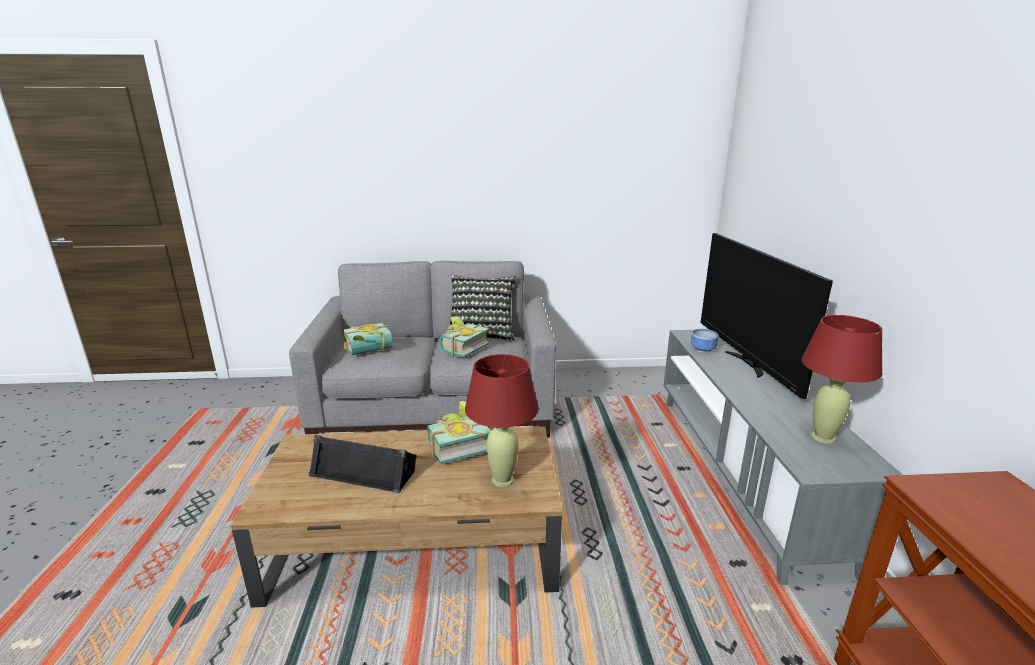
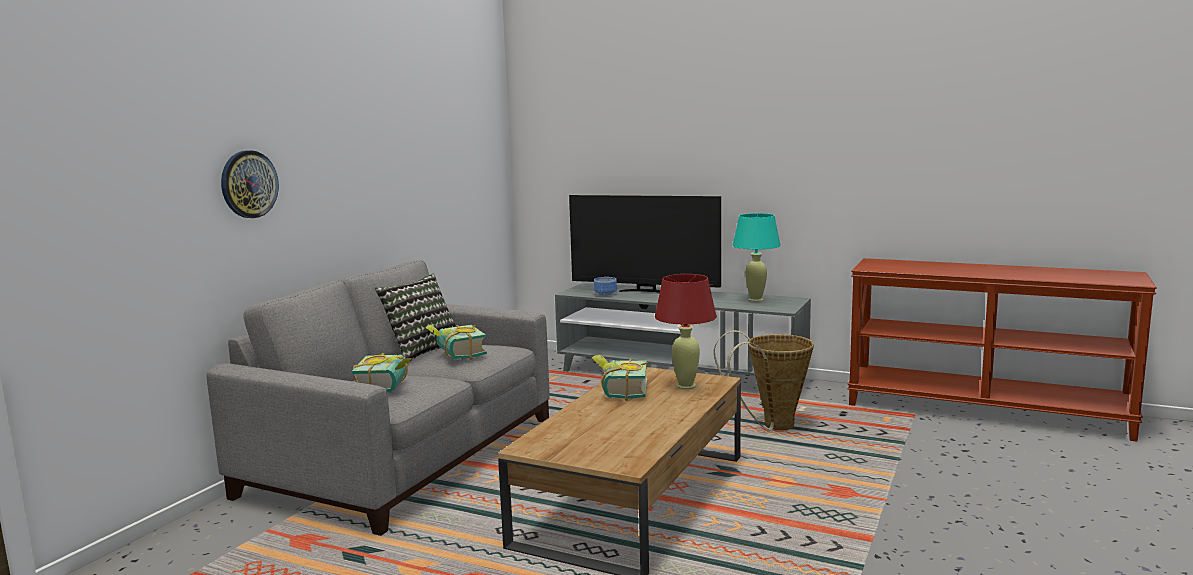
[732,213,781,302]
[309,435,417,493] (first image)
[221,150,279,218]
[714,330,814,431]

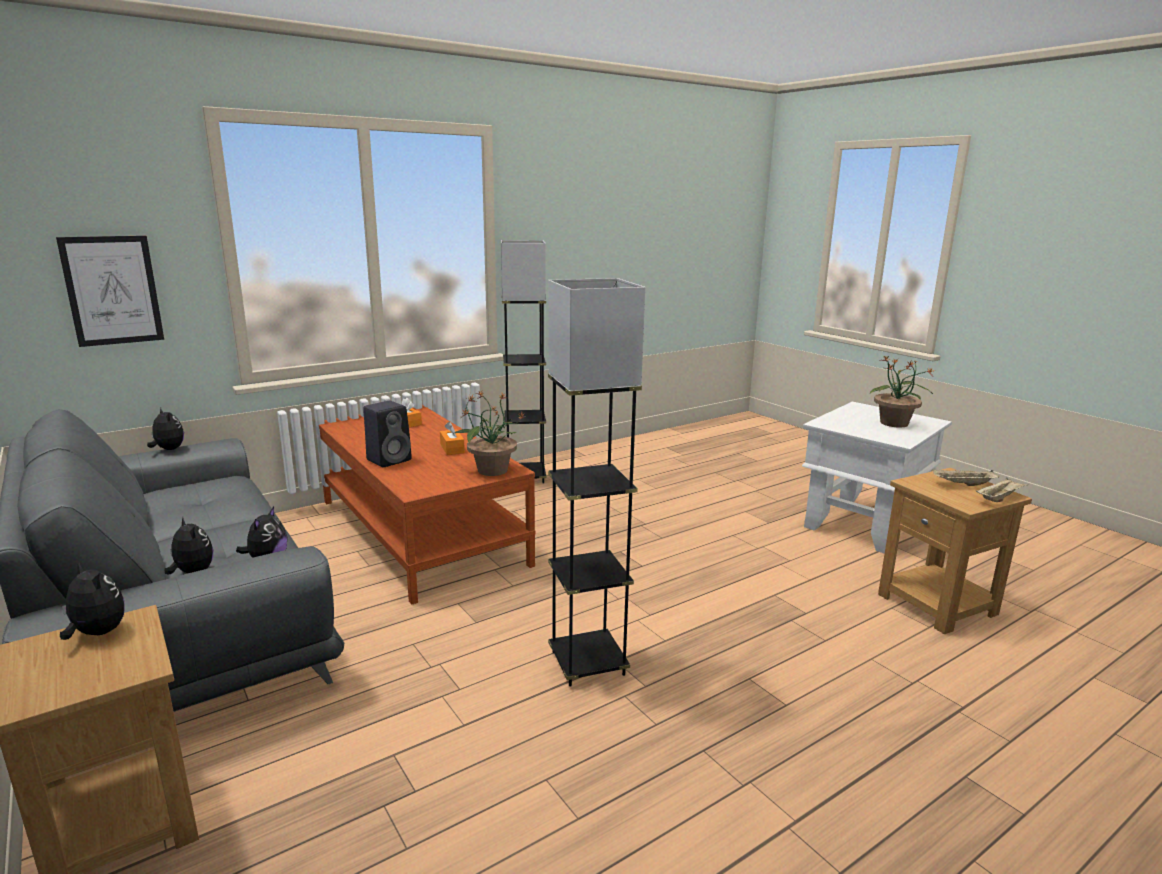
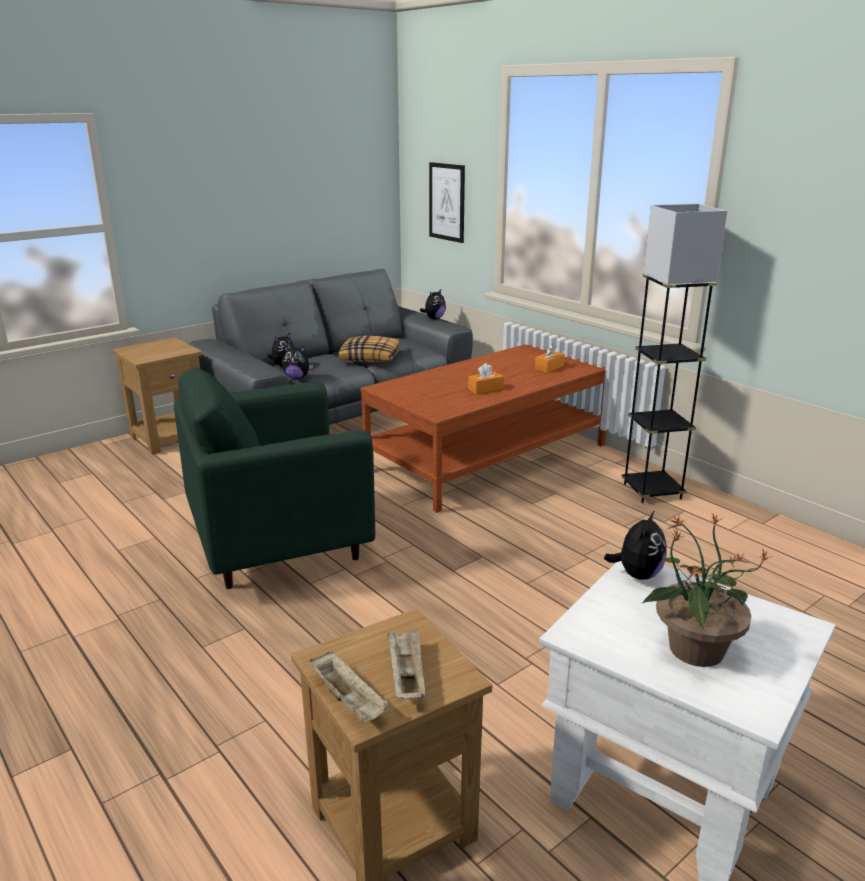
[174,367,375,589]
[453,392,526,476] (first image)
[363,401,412,467] (first image)
[604,510,666,580]
[339,336,400,362]

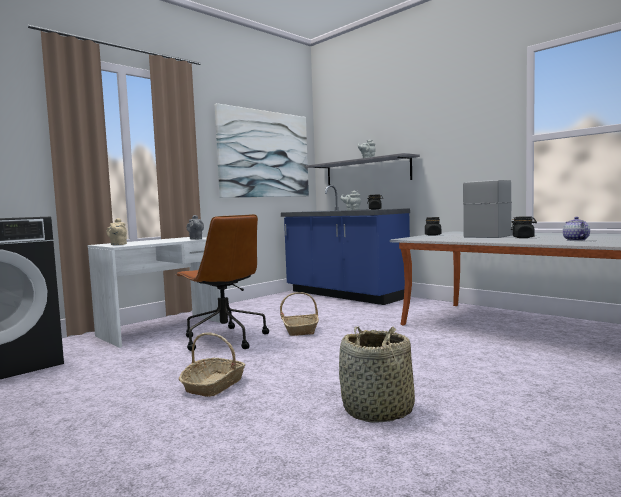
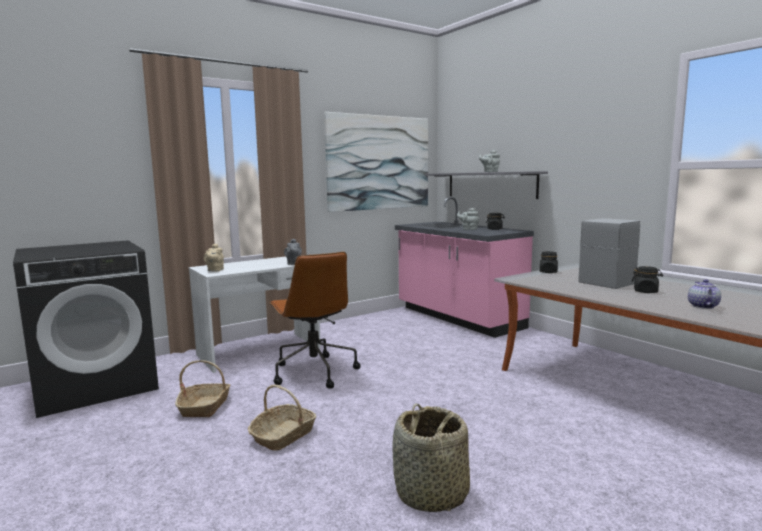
[395,197,534,338]
[175,360,230,417]

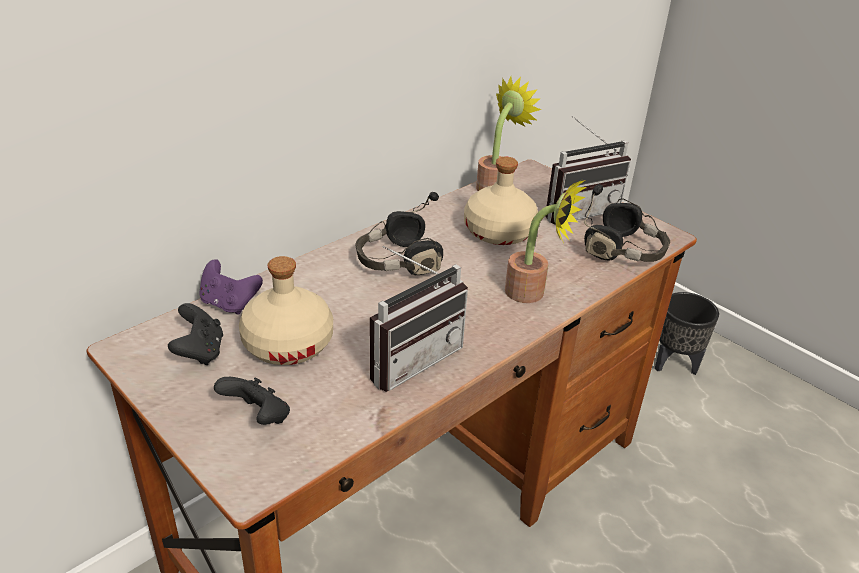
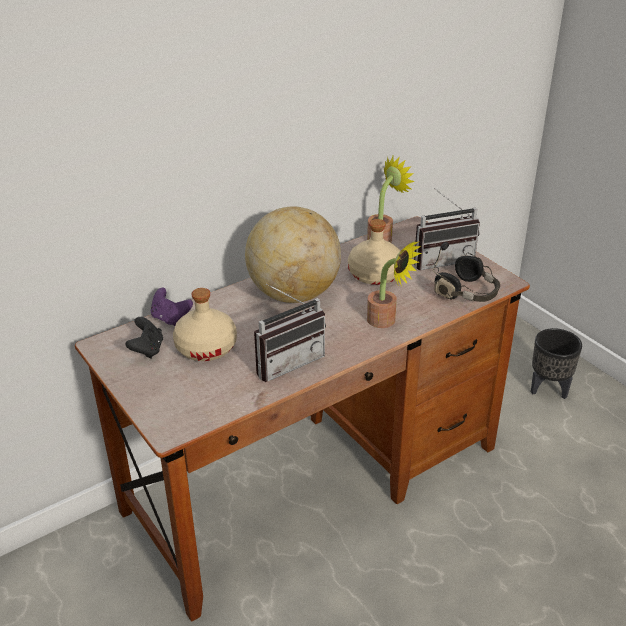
[245,206,341,303]
[214,377,290,425] (first image)

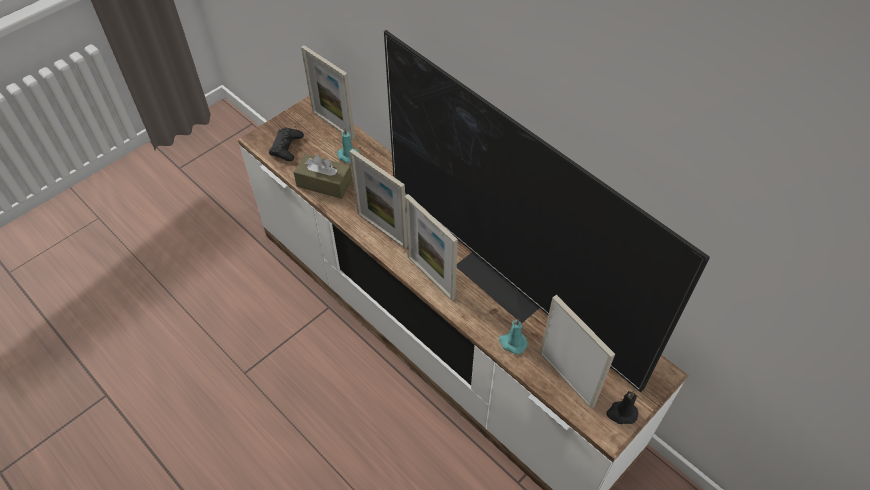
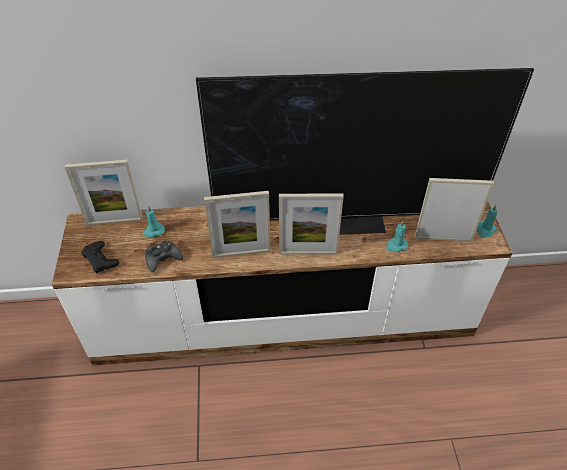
[145,241,183,272]
[477,205,497,238]

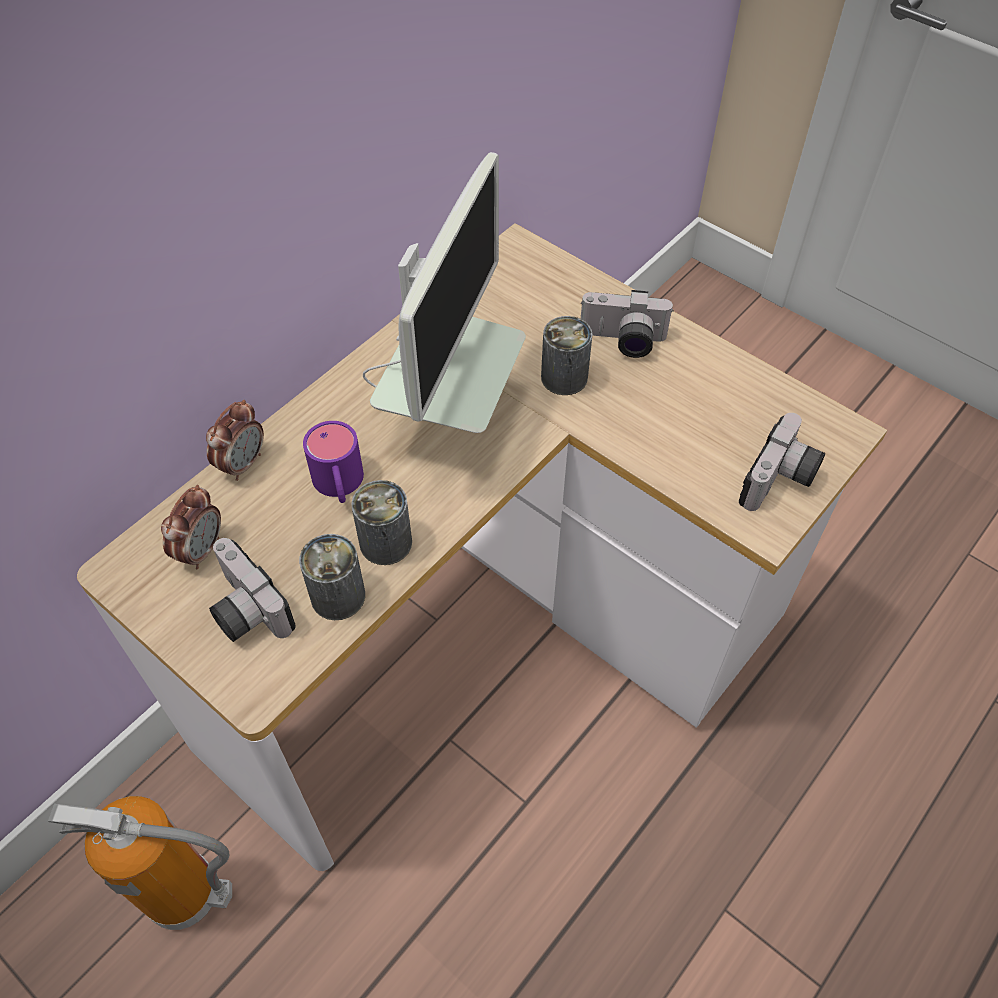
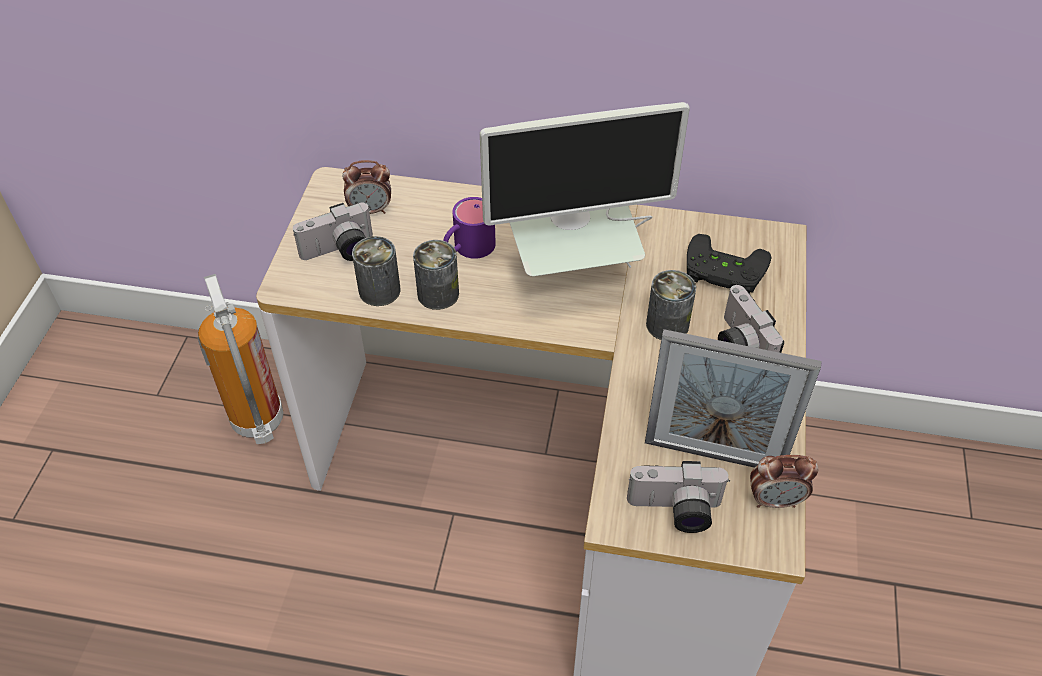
[750,455,818,508]
[293,203,373,261]
[687,234,772,294]
[645,329,822,468]

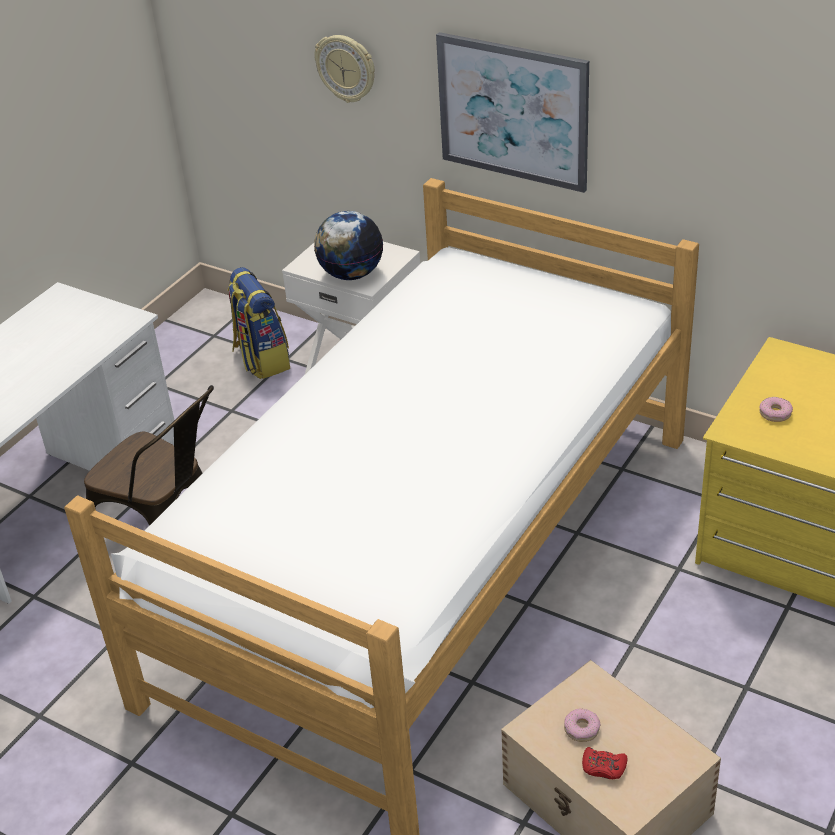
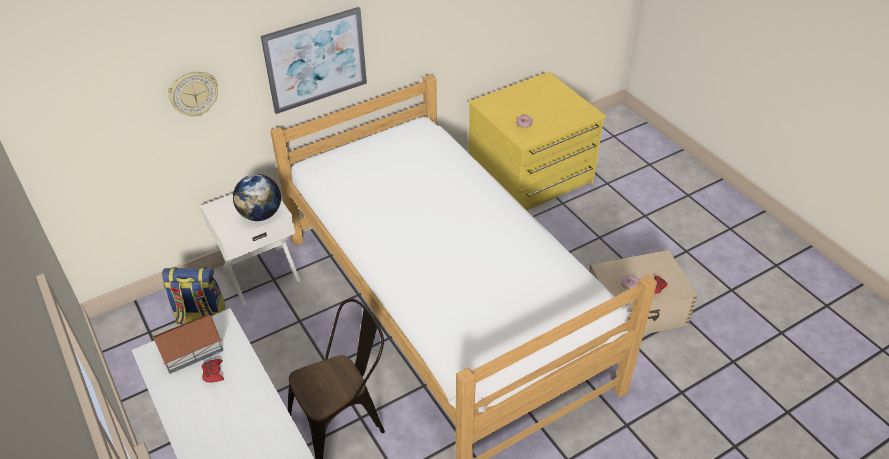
[153,314,223,374]
[202,359,224,382]

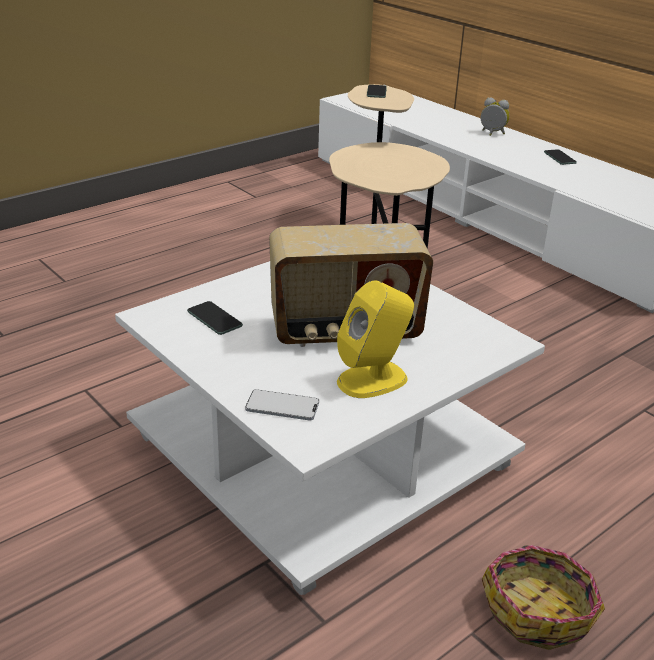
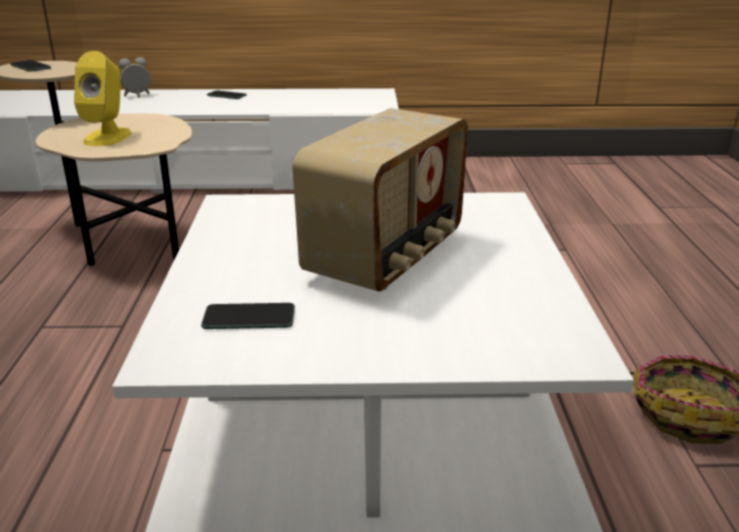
[74,51,131,146]
[245,389,319,421] (first image)

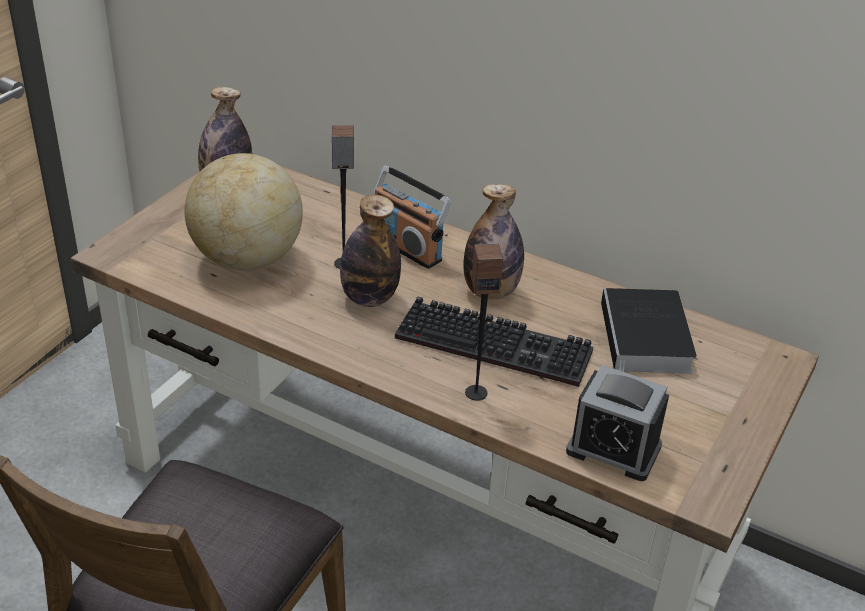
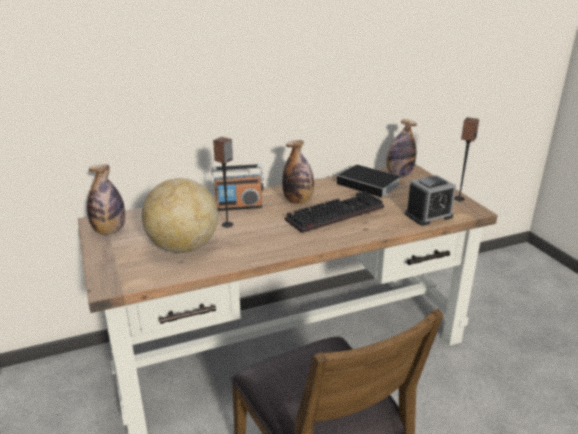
[386,120,417,177]
[454,117,479,201]

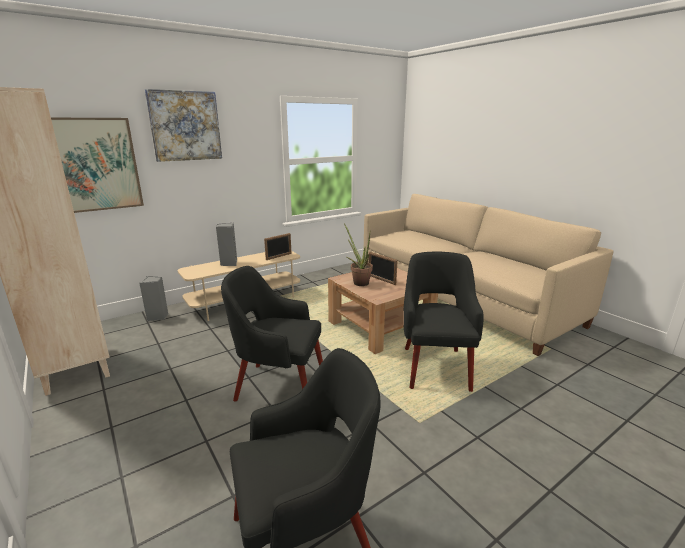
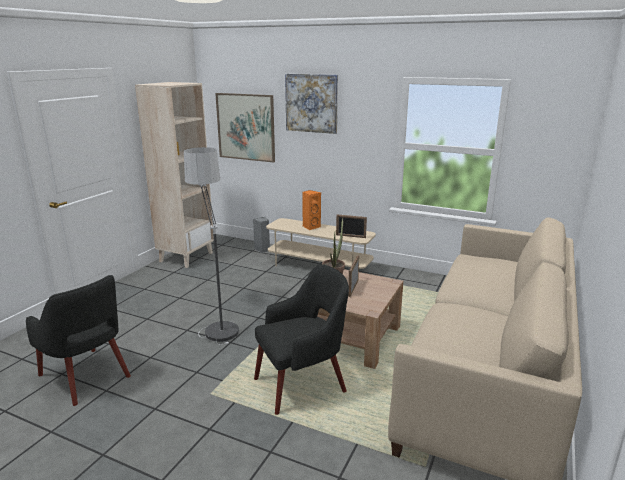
[302,190,321,230]
[184,147,239,345]

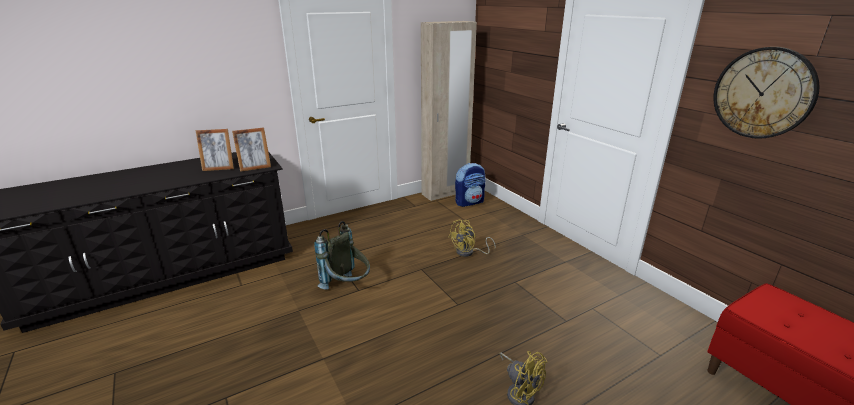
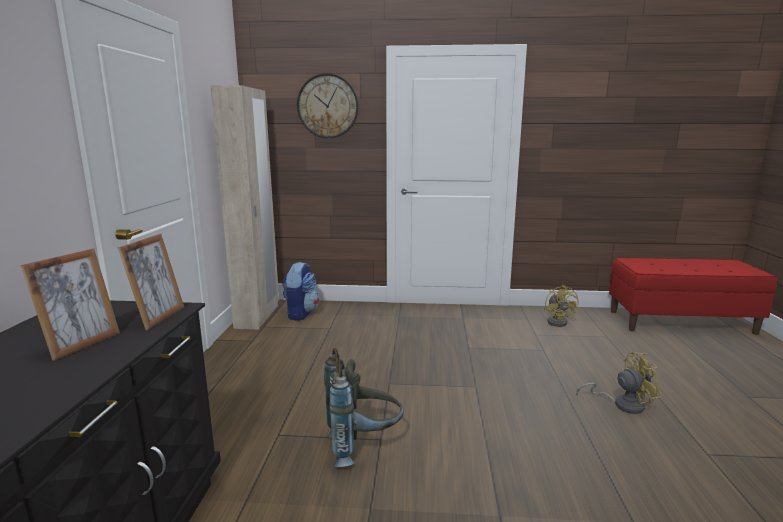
[297,73,359,138]
[544,285,579,327]

